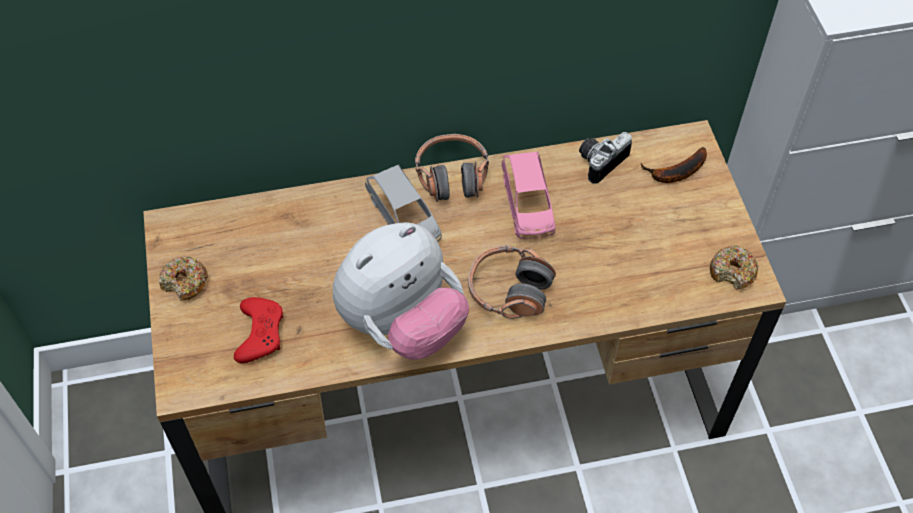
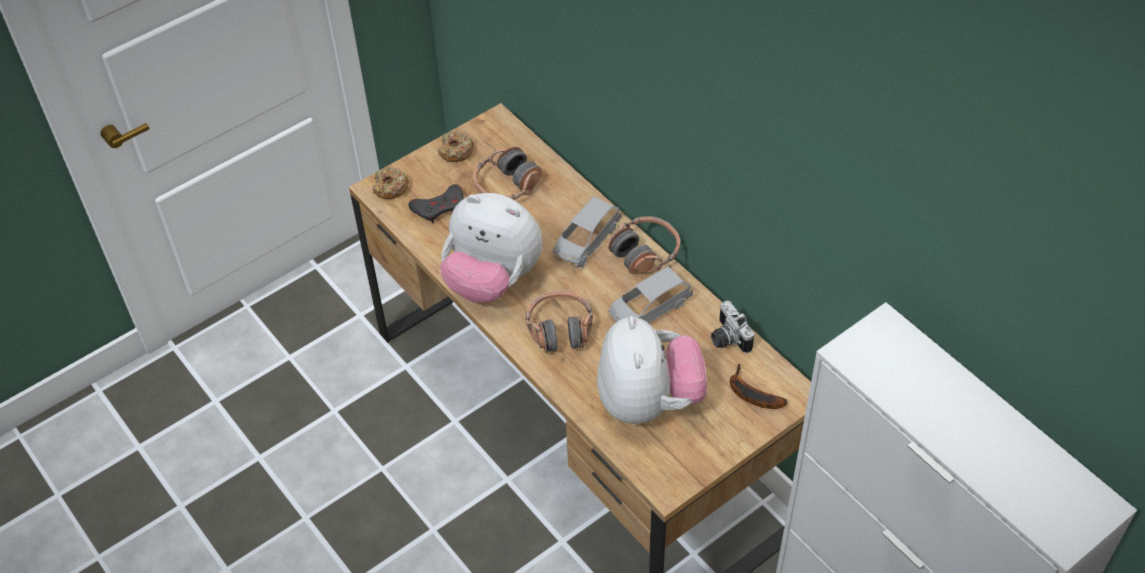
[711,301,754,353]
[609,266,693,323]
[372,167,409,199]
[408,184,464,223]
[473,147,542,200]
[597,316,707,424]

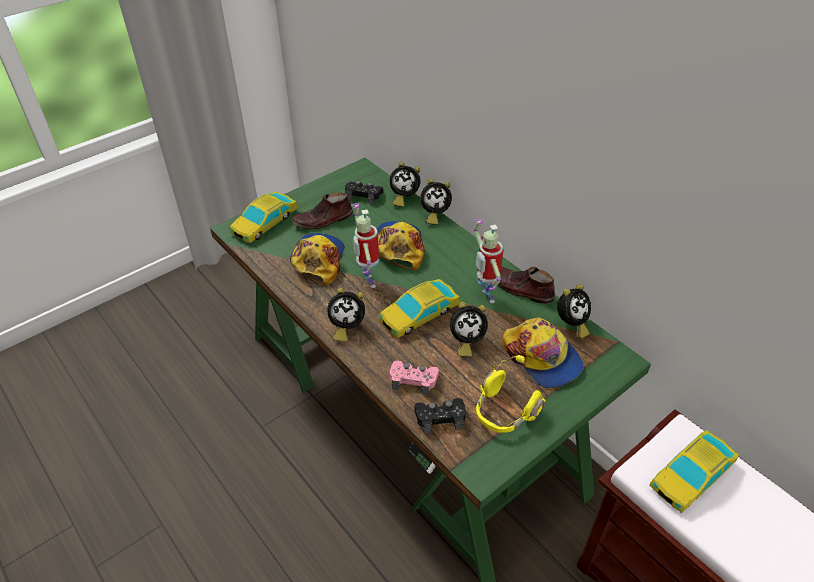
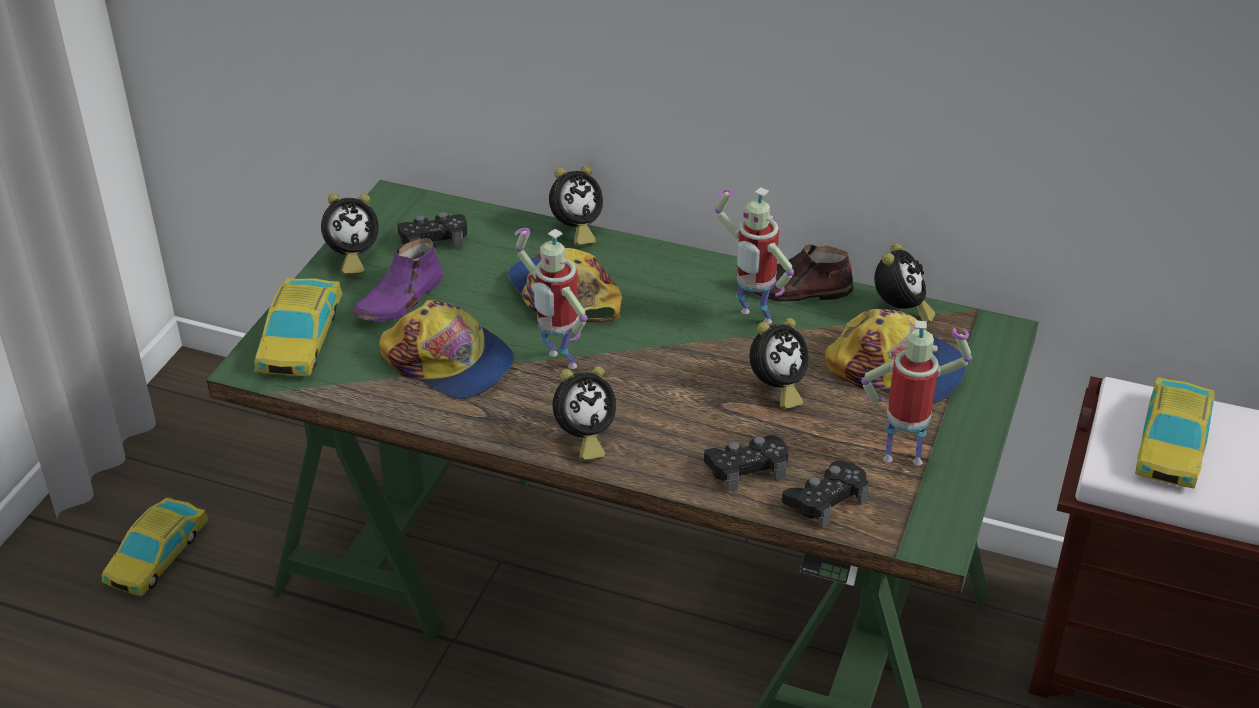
[321,193,379,275]
[352,238,443,321]
[379,300,514,399]
[102,498,209,596]
[861,320,972,465]
[704,435,789,491]

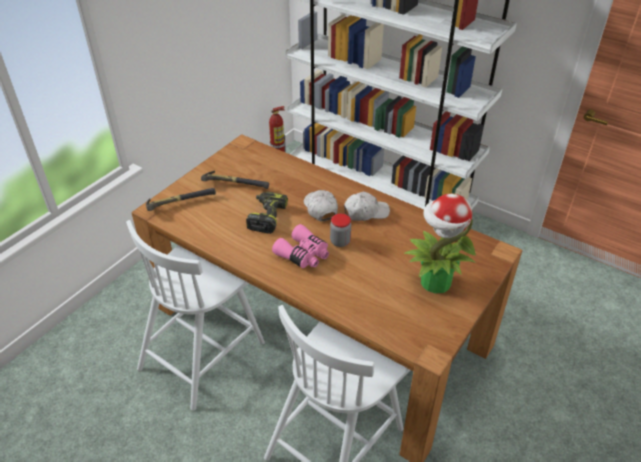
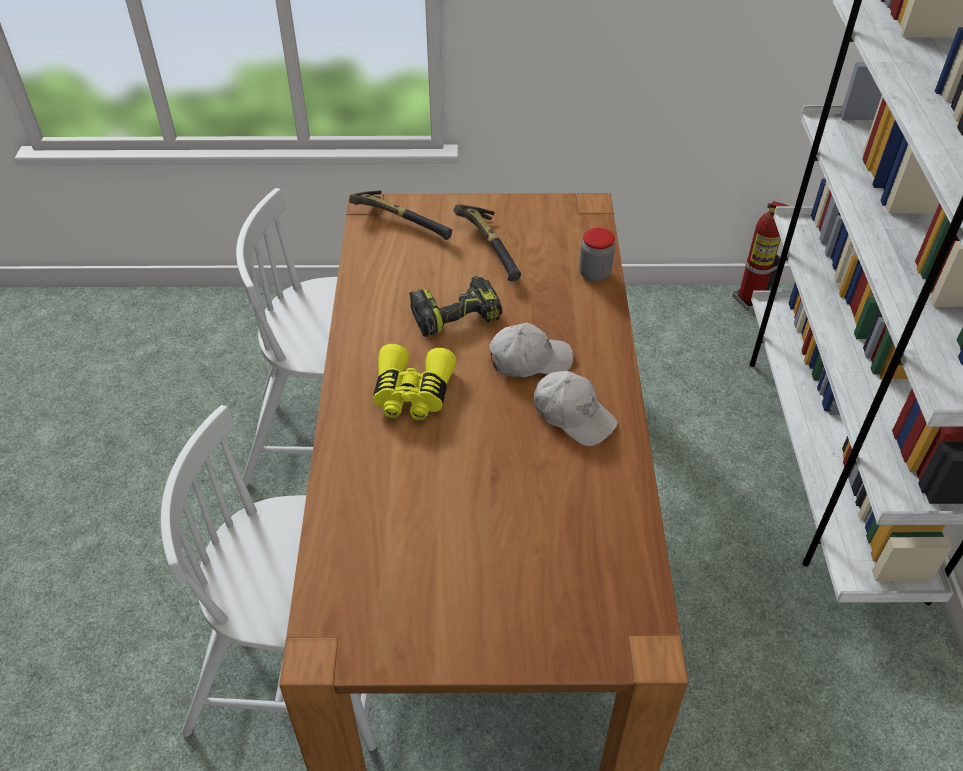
[489,323,573,377]
[404,193,476,293] (first image)
[579,228,615,282]
[373,344,456,420]

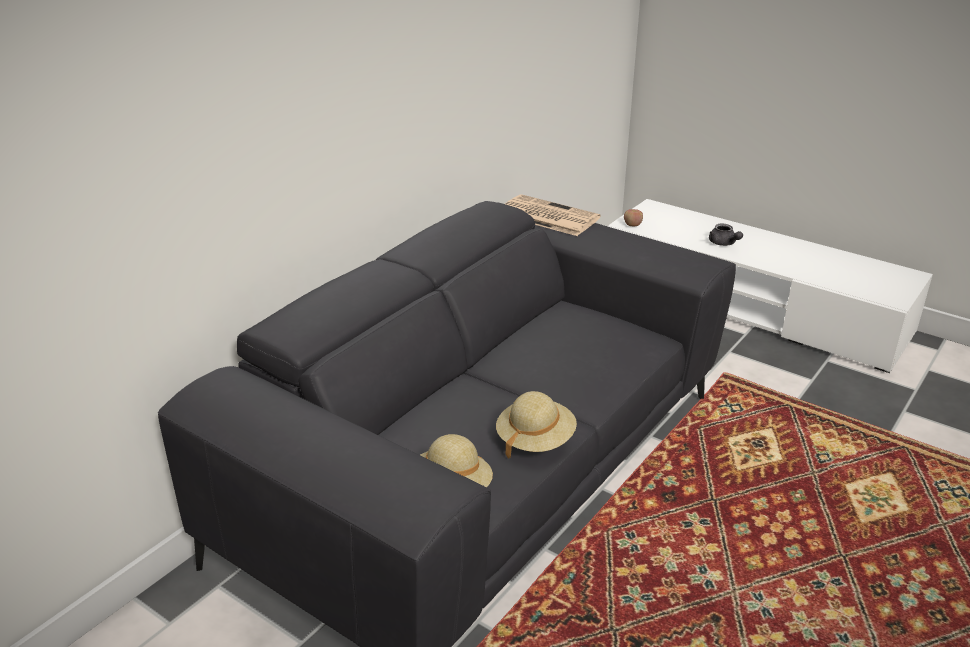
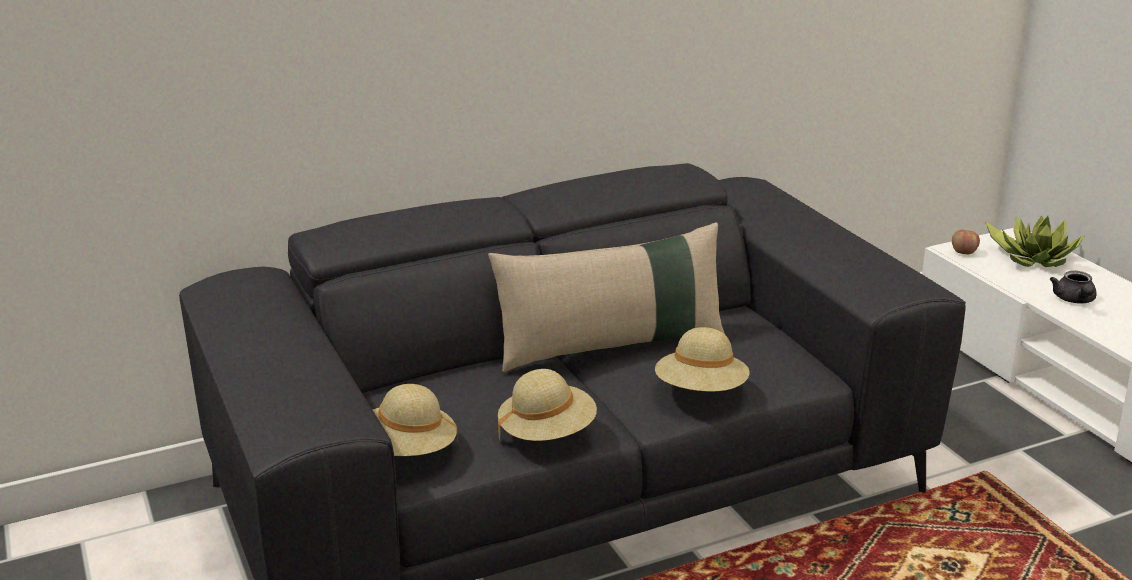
[505,194,601,236] (first image)
[985,215,1085,267]
[488,222,725,372]
[655,327,750,392]

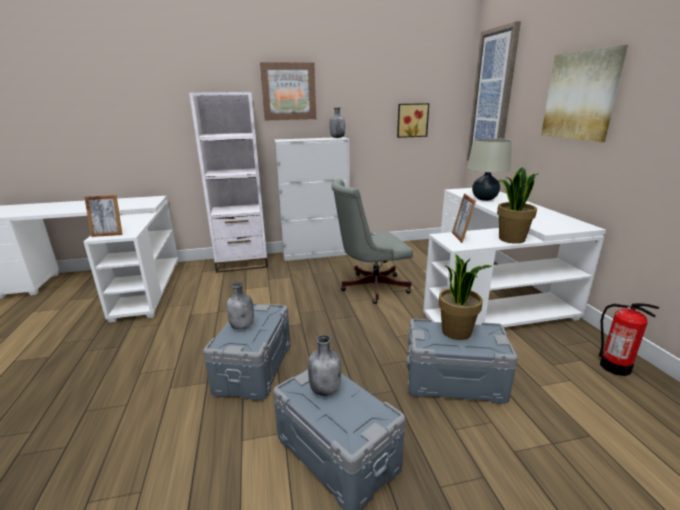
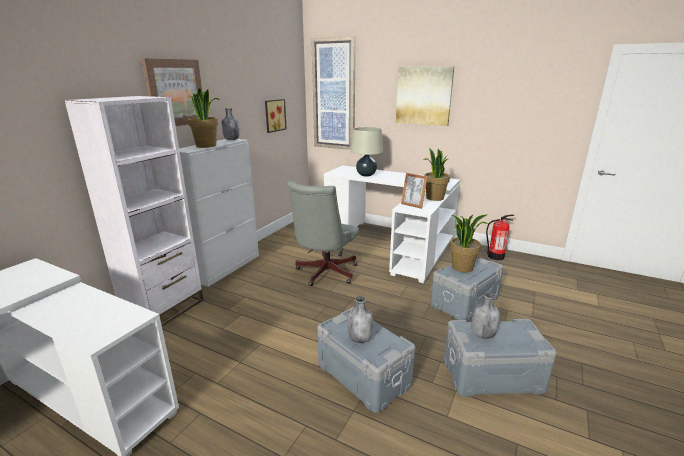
[84,195,123,237] (first image)
[188,88,220,148]

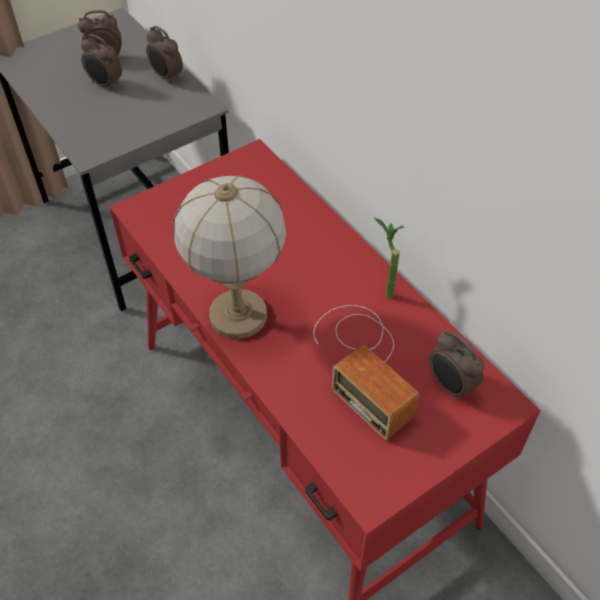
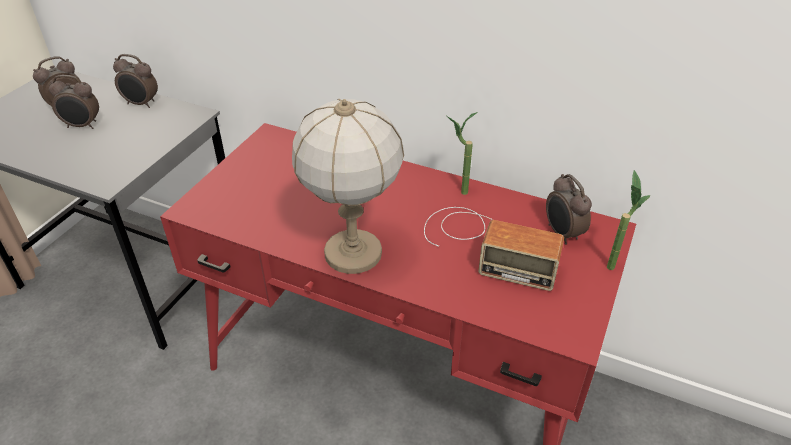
[546,174,592,245]
[607,170,651,270]

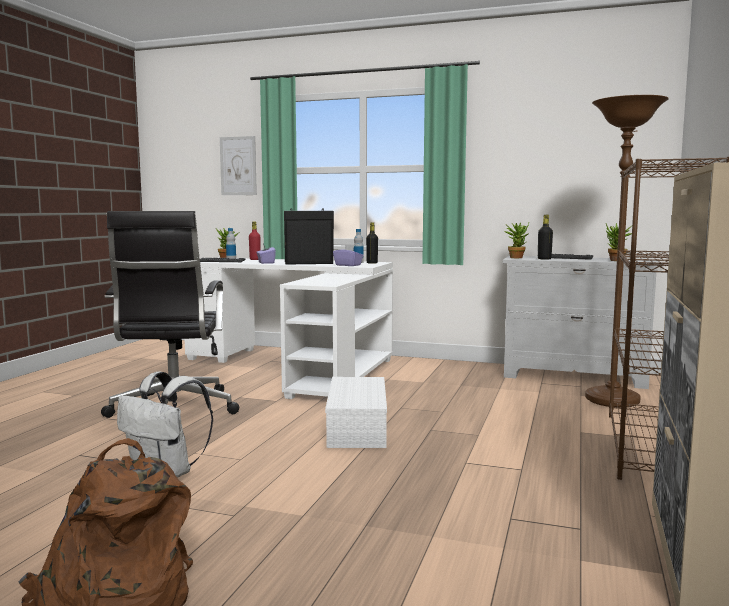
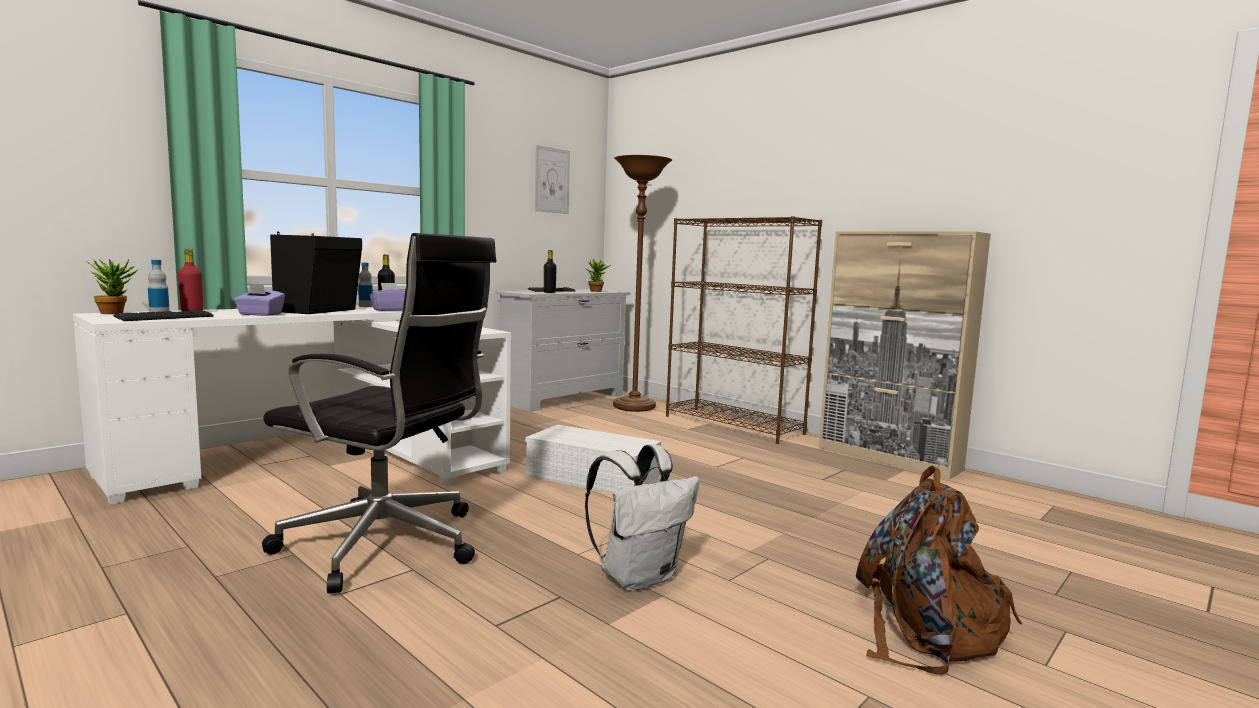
[535,145,570,214]
[504,222,529,258] (first image)

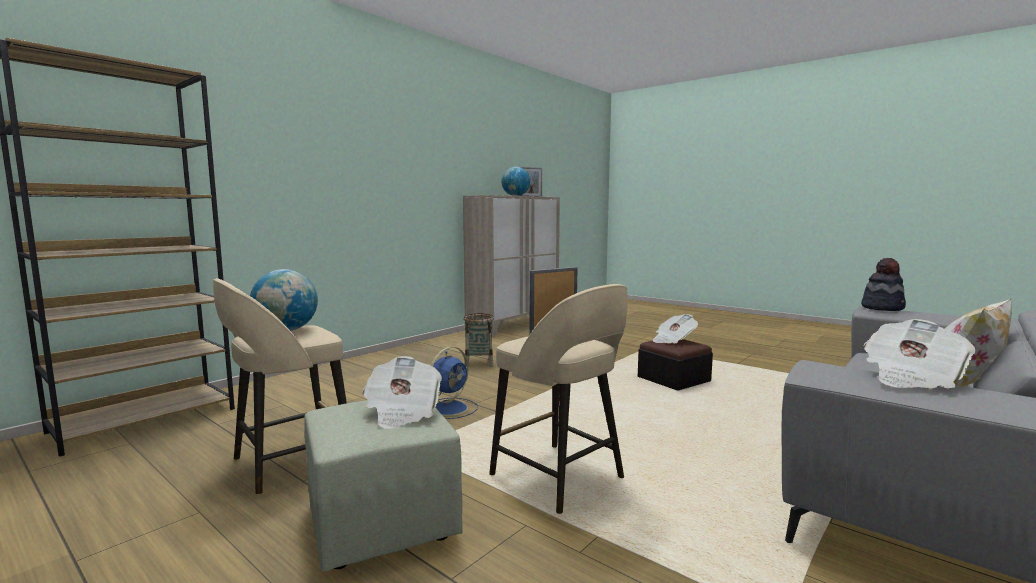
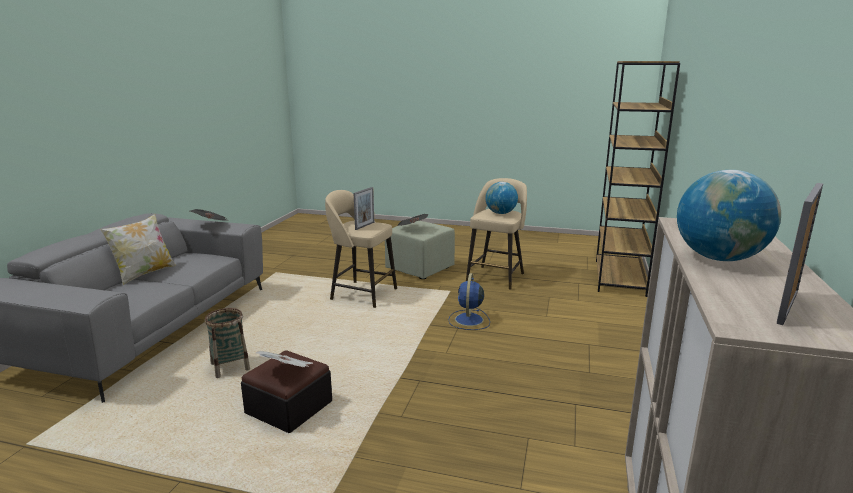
[861,258,906,311] (first image)
[205,308,250,378]

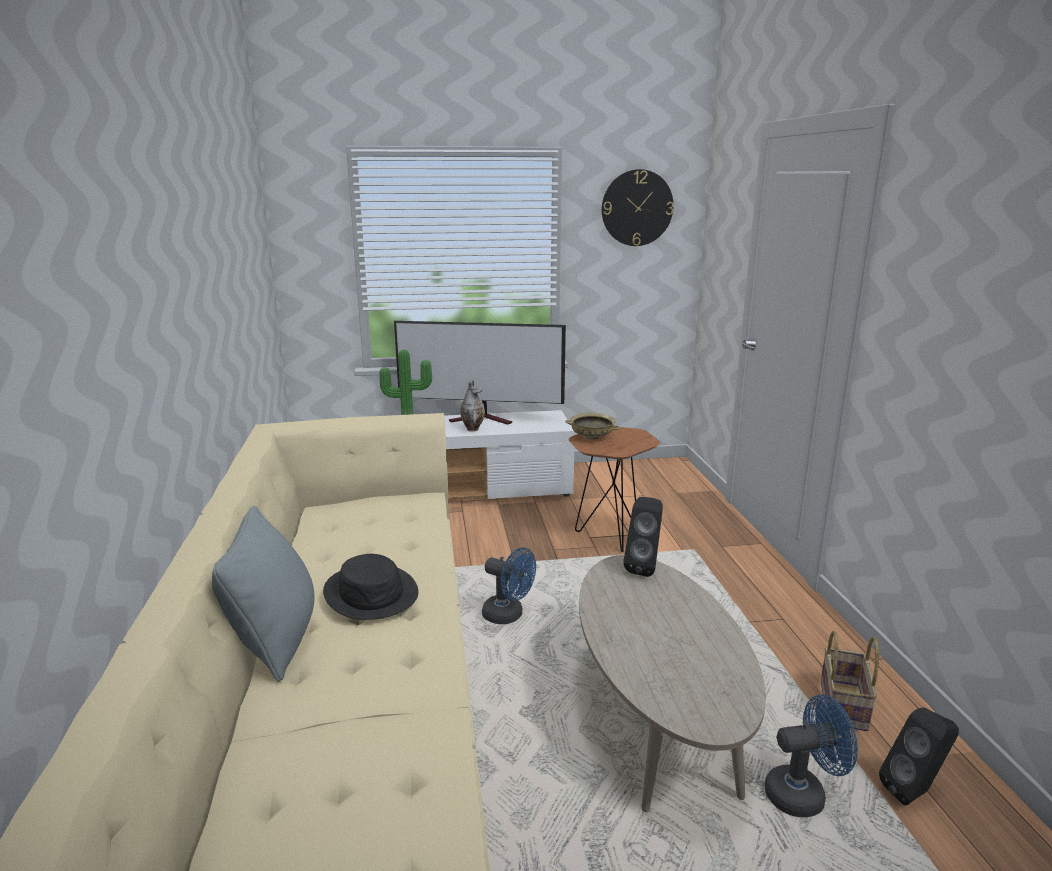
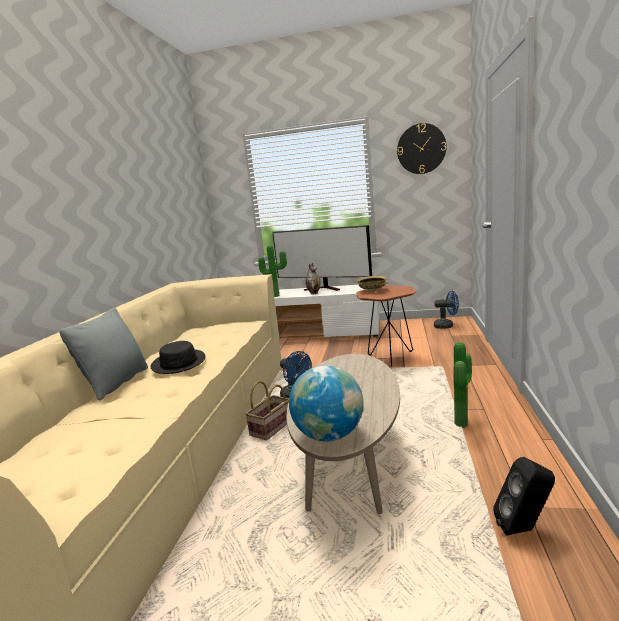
[623,497,663,577] (first image)
[245,381,289,440]
[434,291,459,329]
[453,342,472,428]
[289,365,363,442]

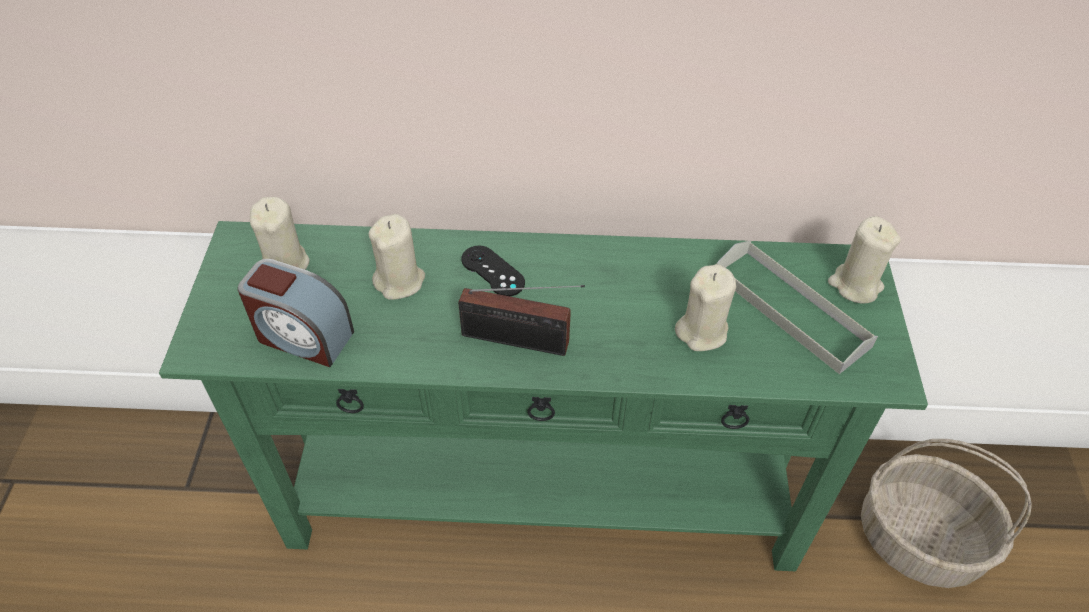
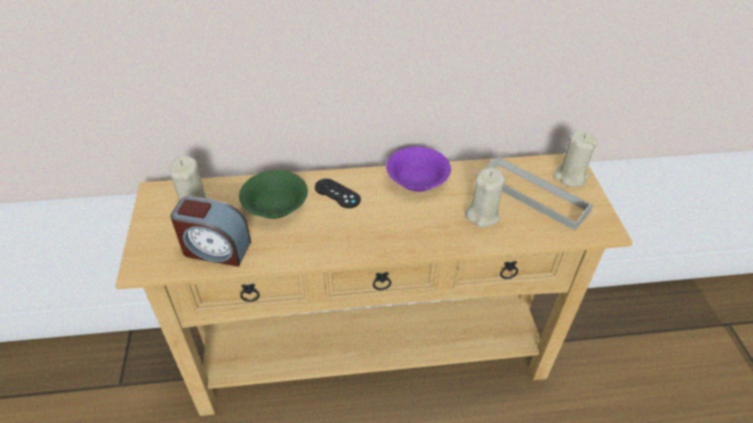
[239,170,308,219]
[115,154,633,416]
[458,285,585,356] (first image)
[861,439,1032,588] (first image)
[386,147,451,191]

